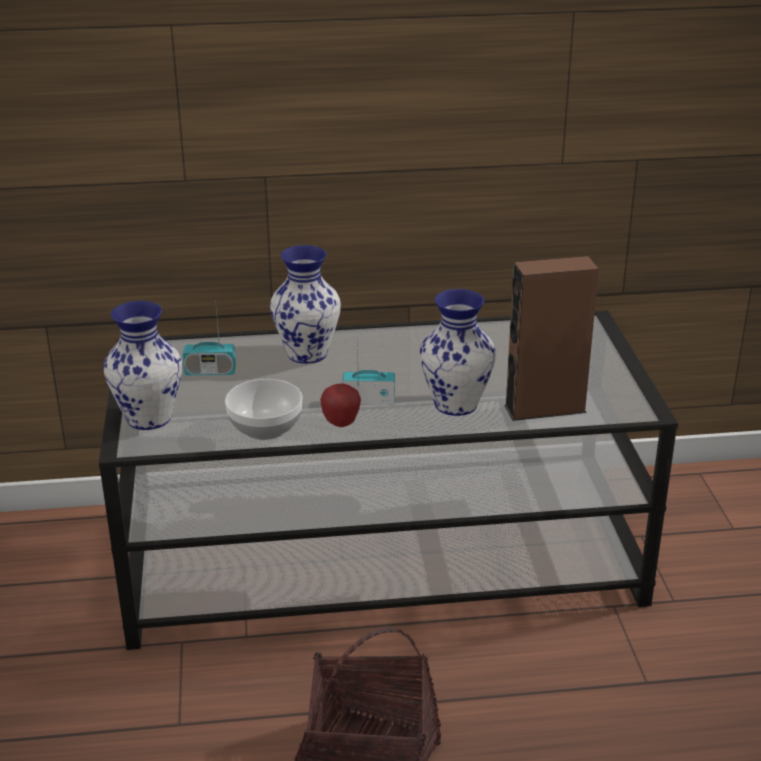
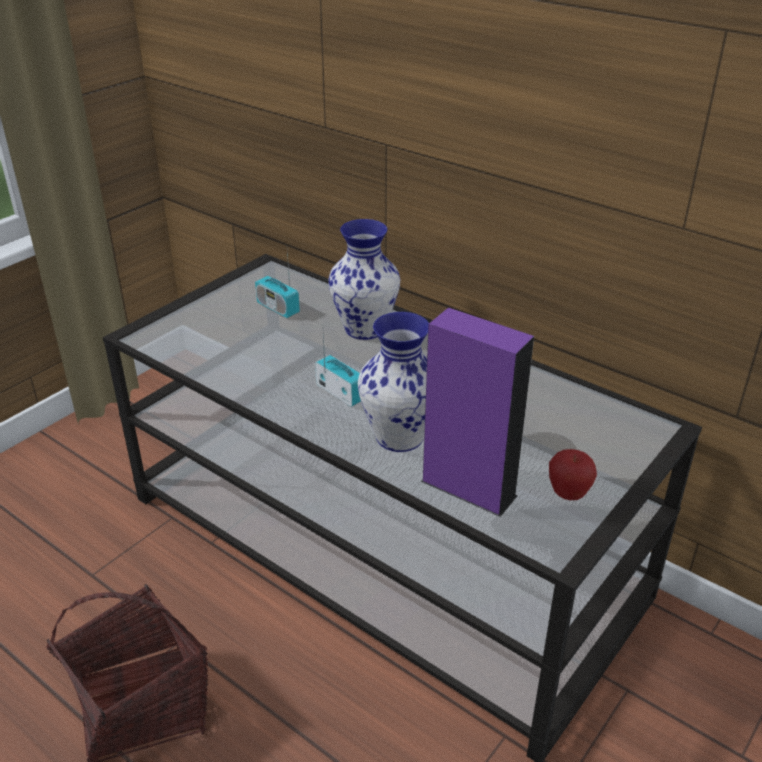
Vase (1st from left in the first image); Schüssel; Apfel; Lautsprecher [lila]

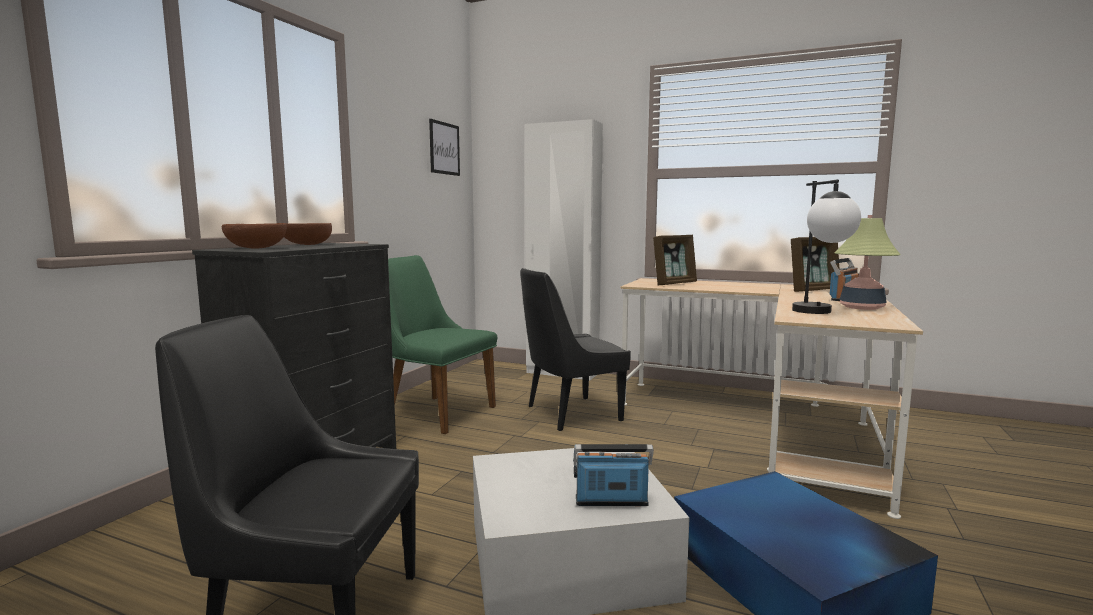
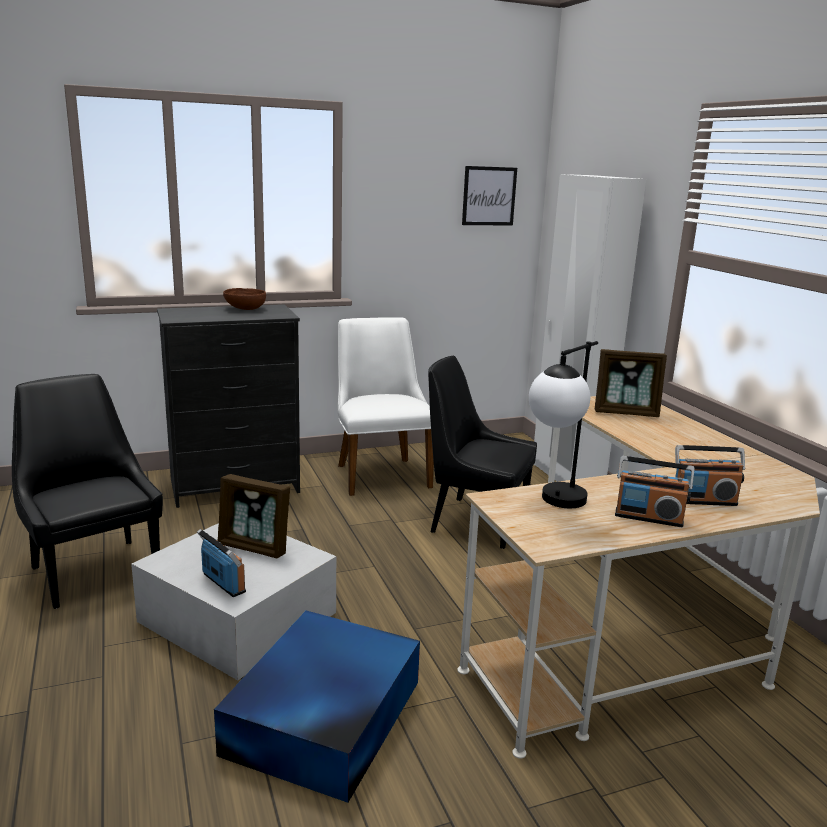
Schüssel [braun] (1st from left in the first image); Stuhl [weiß]; Bilderrahmen (1st from left); Radio (2nd from left)

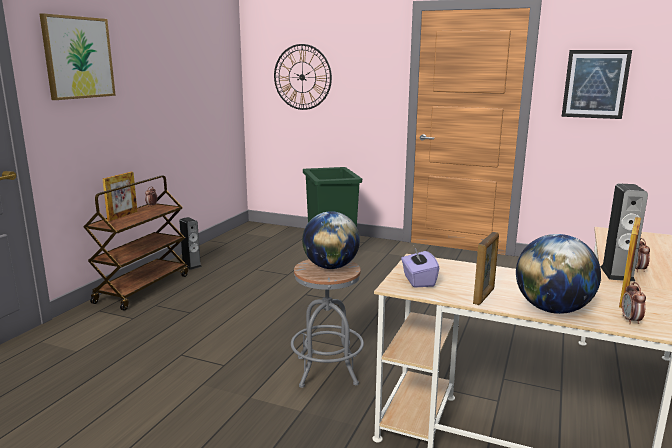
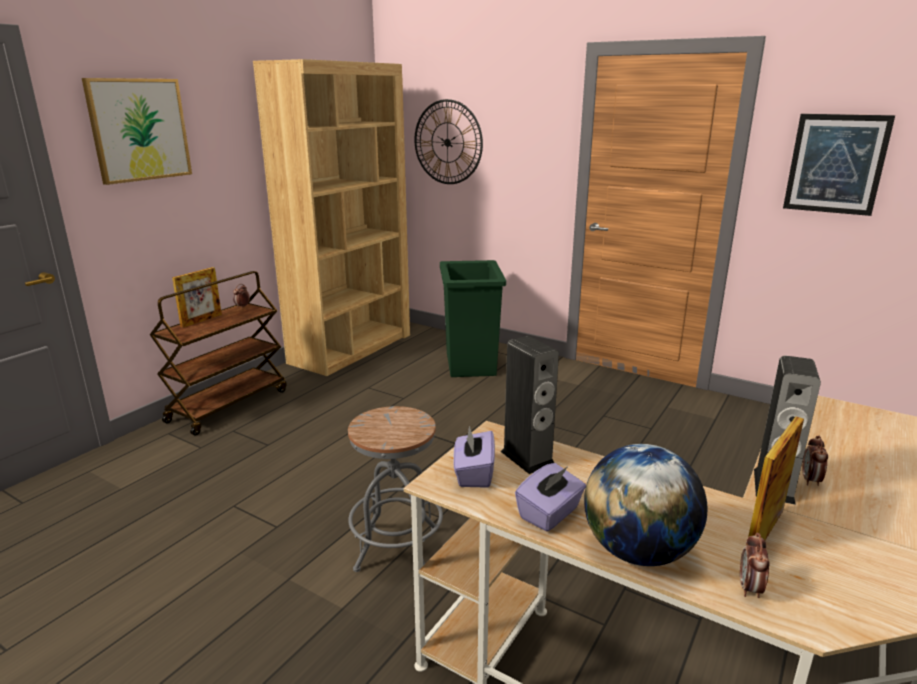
Lautsprecher (1st from left); Globus (1st from left in the first image); Taschentuchbox [lila] (2nd from left); Bücherregal [braun]

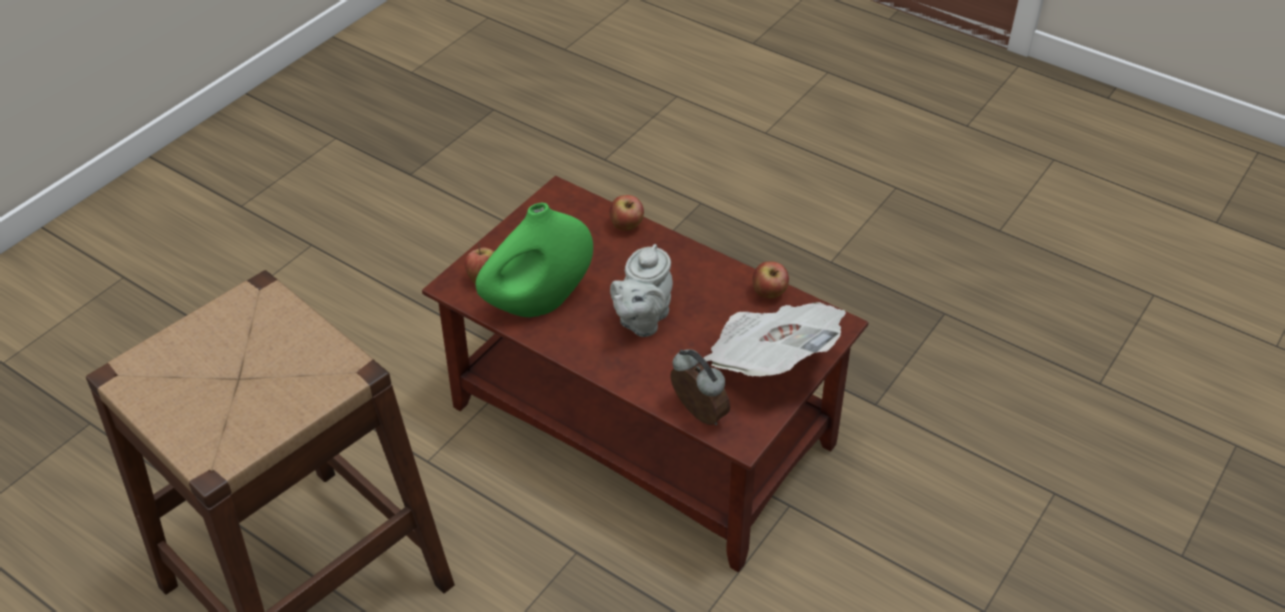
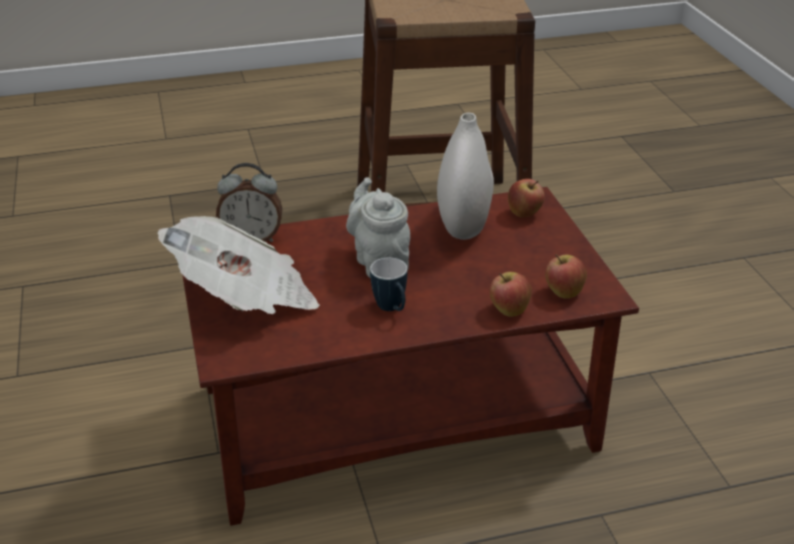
Vase [weiß]; Apfel (3rd from left); Henkelbecher

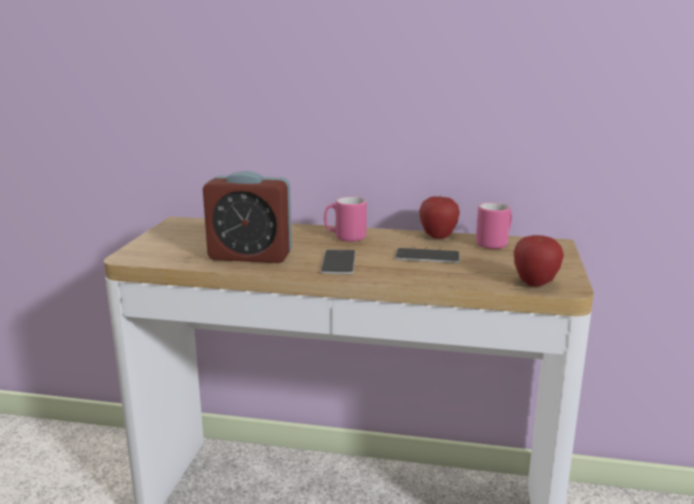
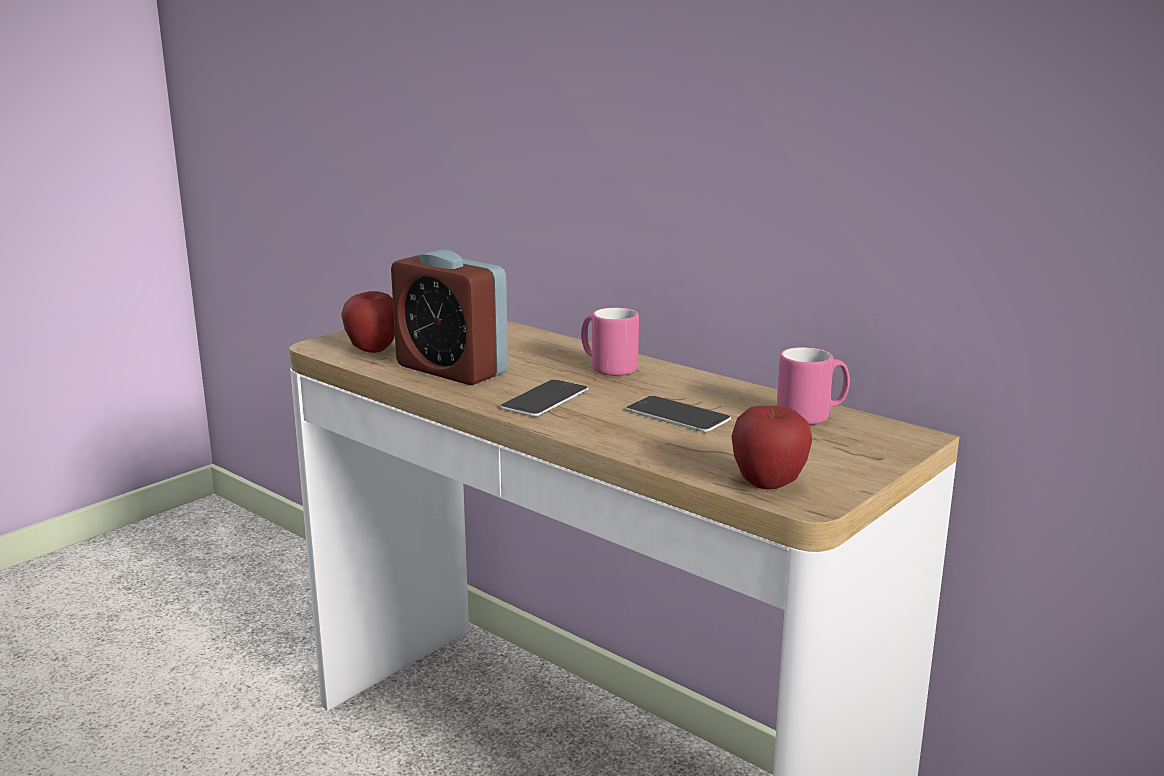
Apfel (1st from left)

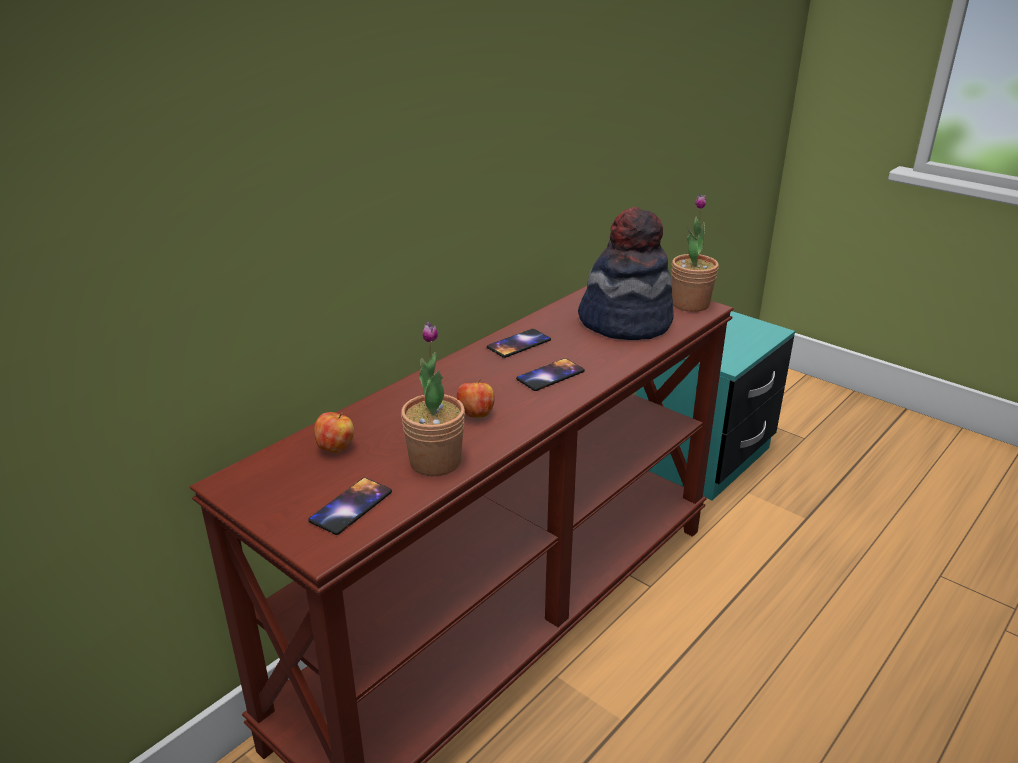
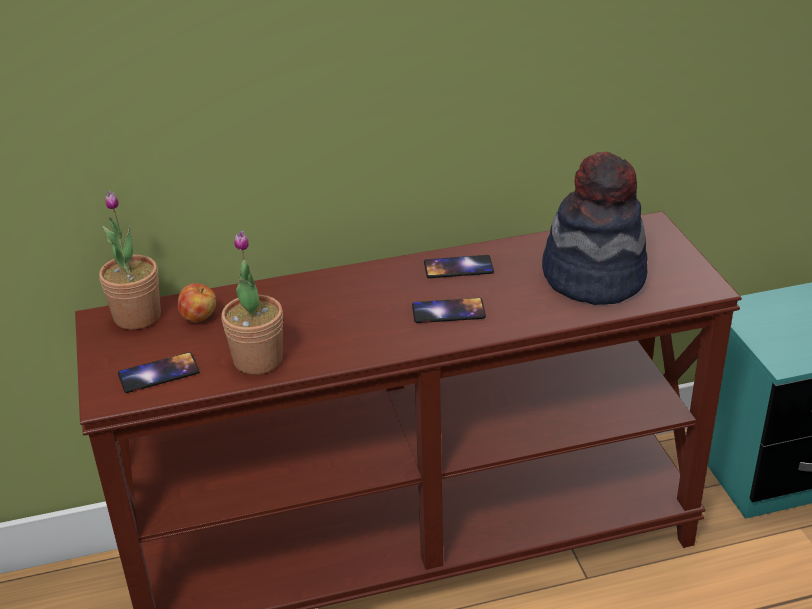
Apfel (2nd from left in the first image); Topfpflanze (1st from left)

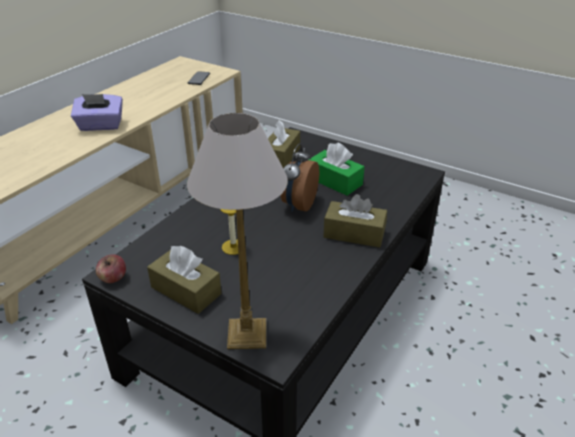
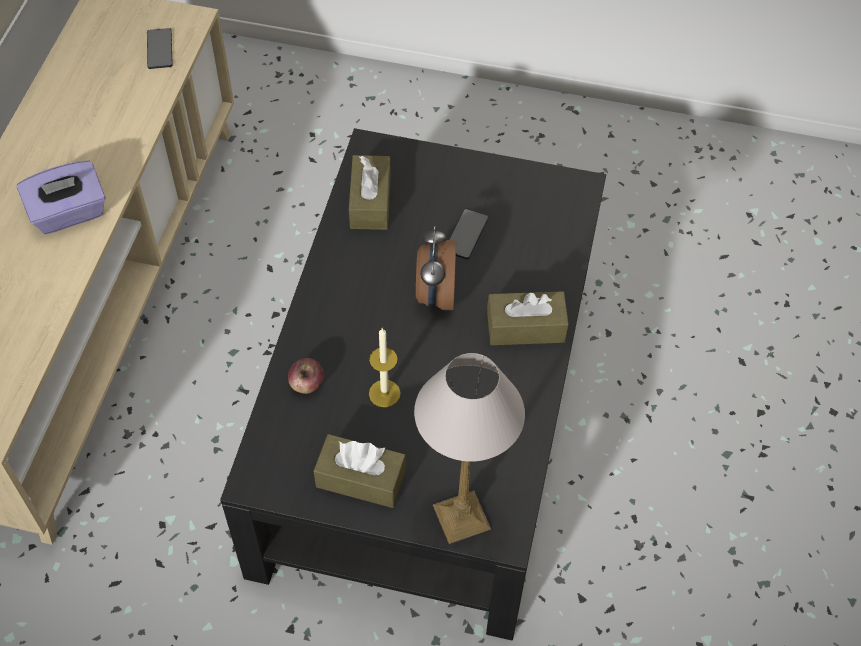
Apfel; Handy (2nd from left)

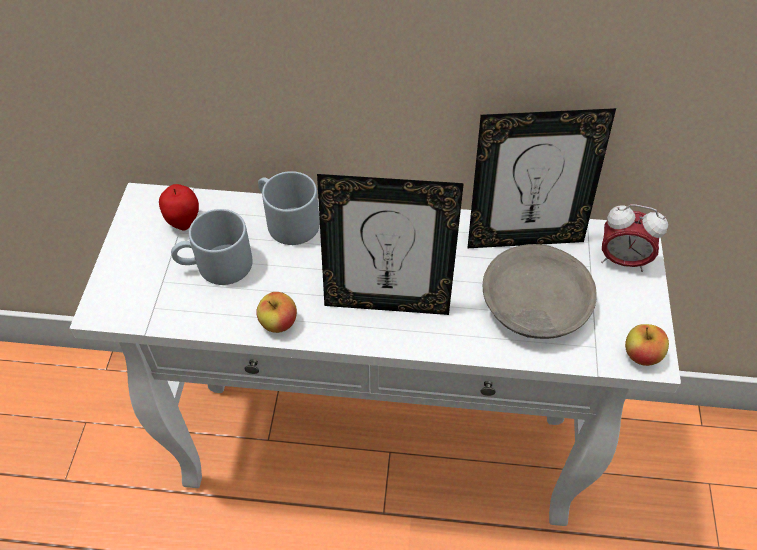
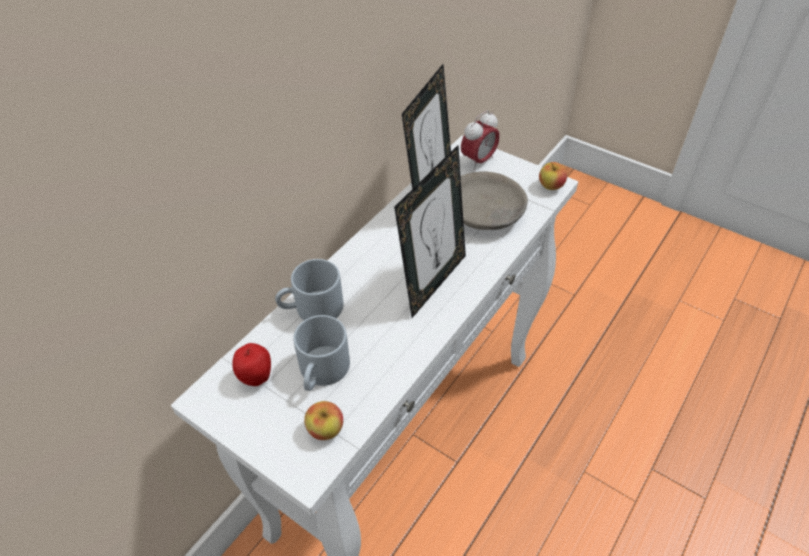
Apfel (2nd from left)

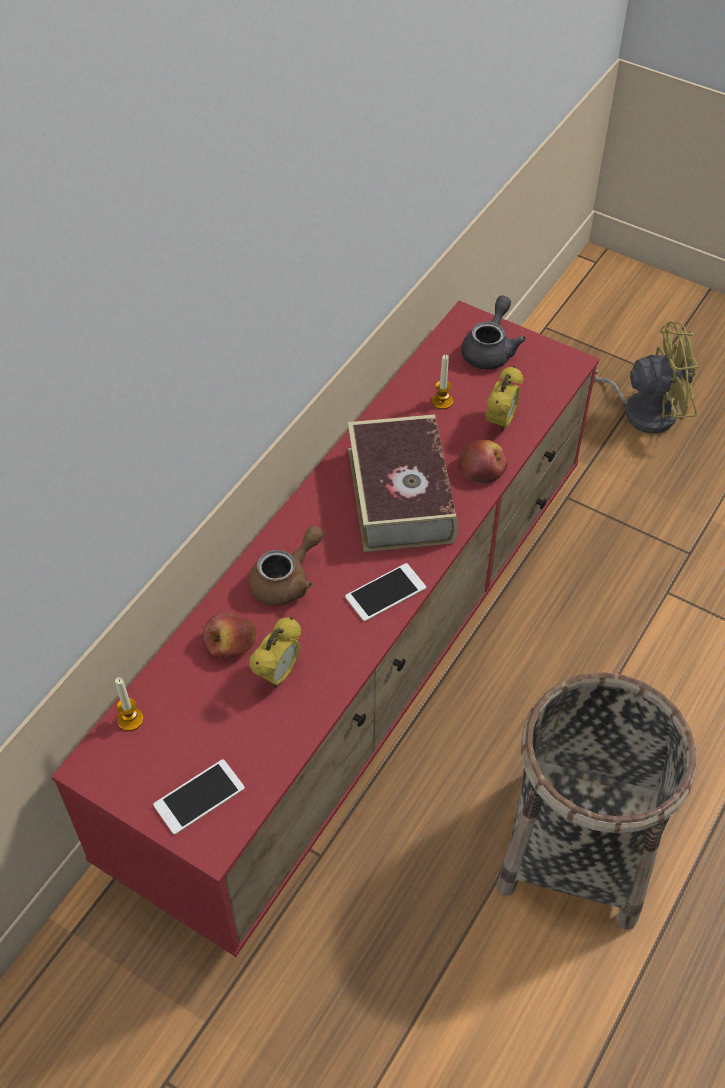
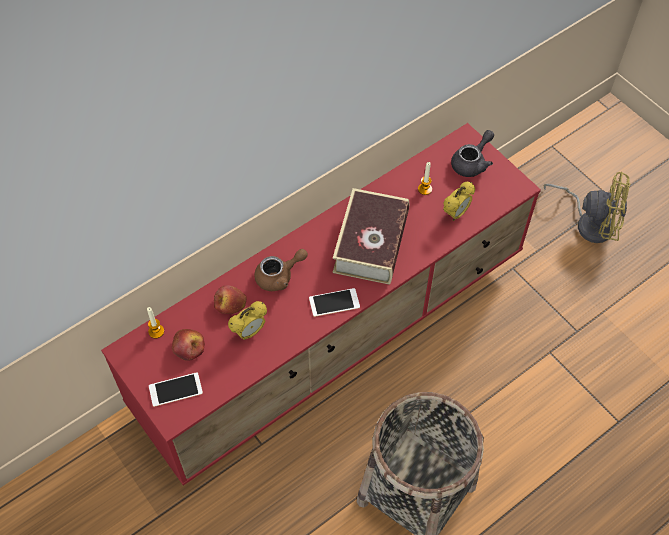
Apfel (1st from left)

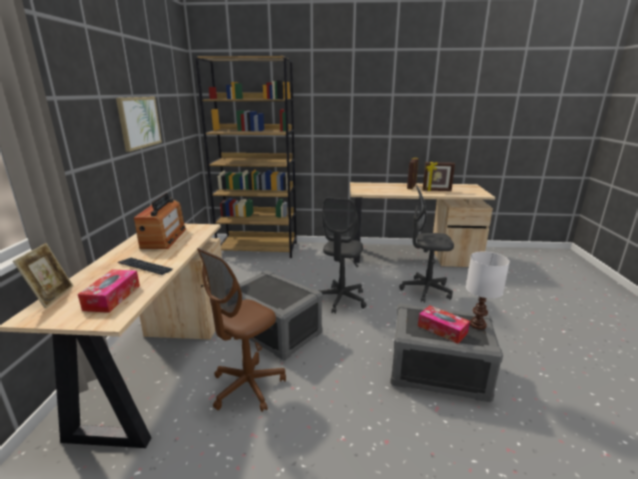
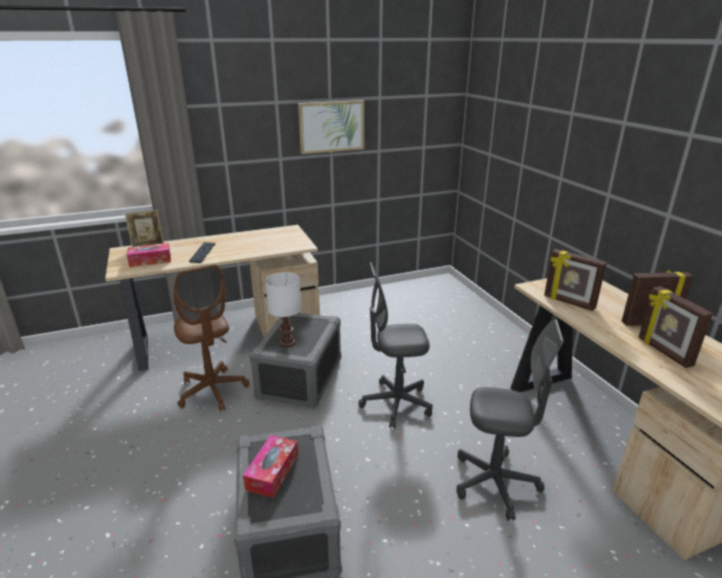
Radio; Bücherregal [braun]; Bürostuhl [braun]; Bürostuhl [grau] (2nd from left); Tischlampe [weiß]; Bilderrahmen (2nd from left)

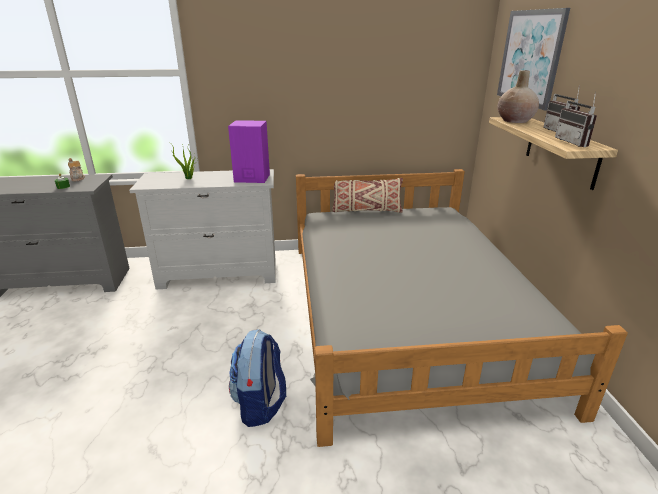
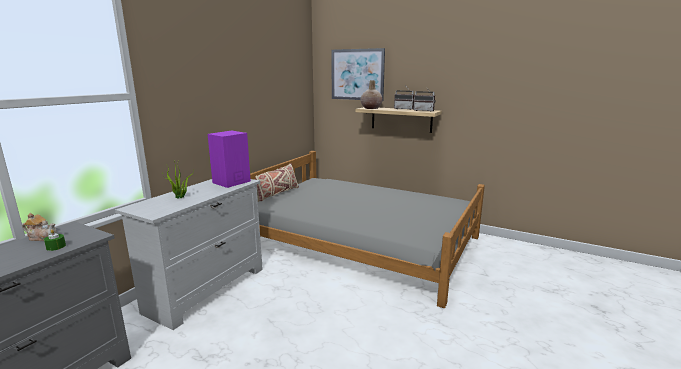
Rucksack

